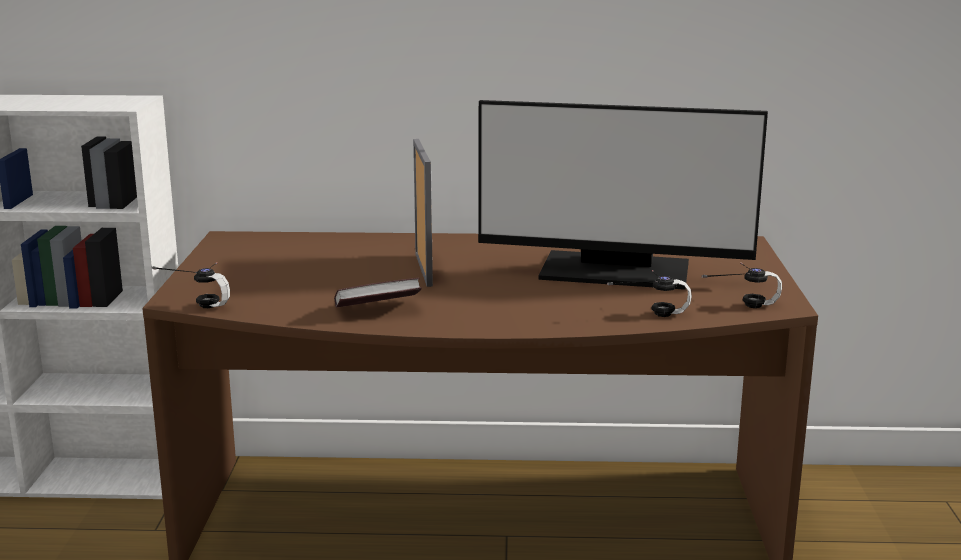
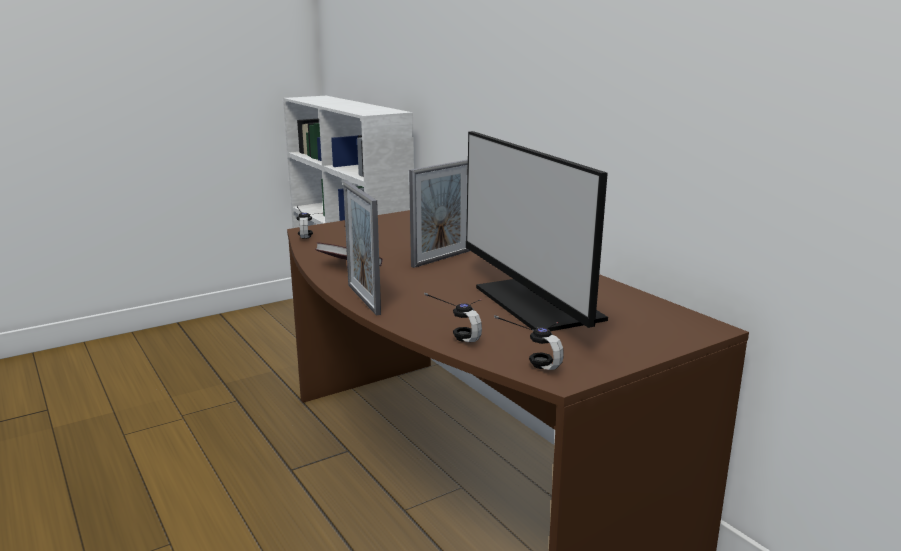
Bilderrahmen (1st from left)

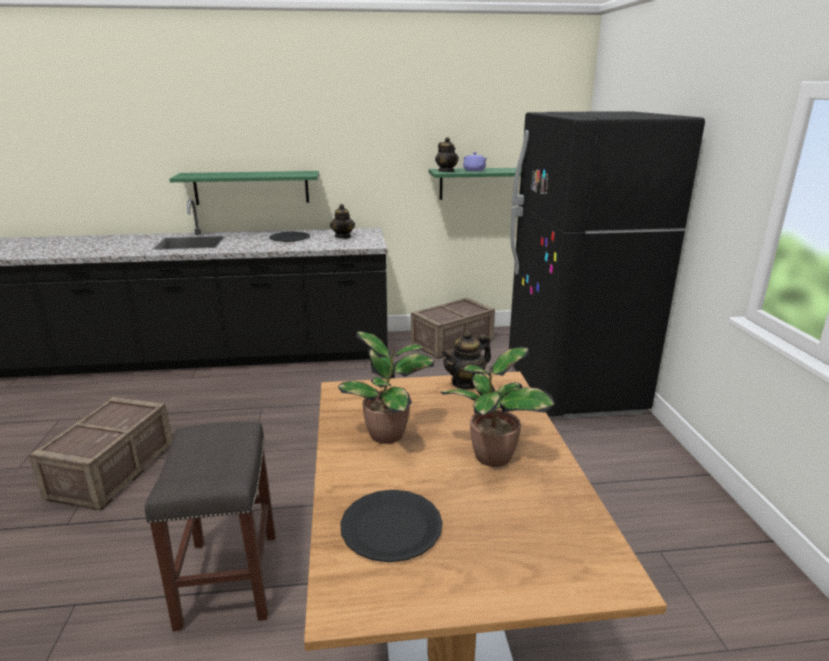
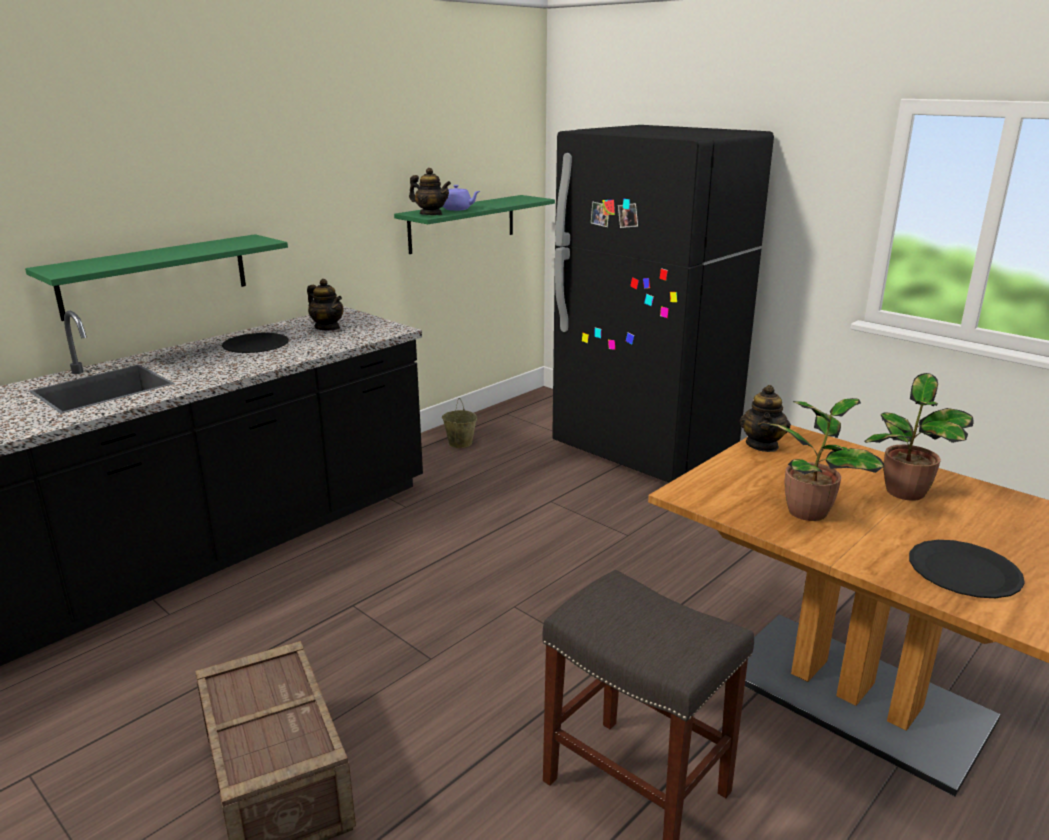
Eimer [beige]

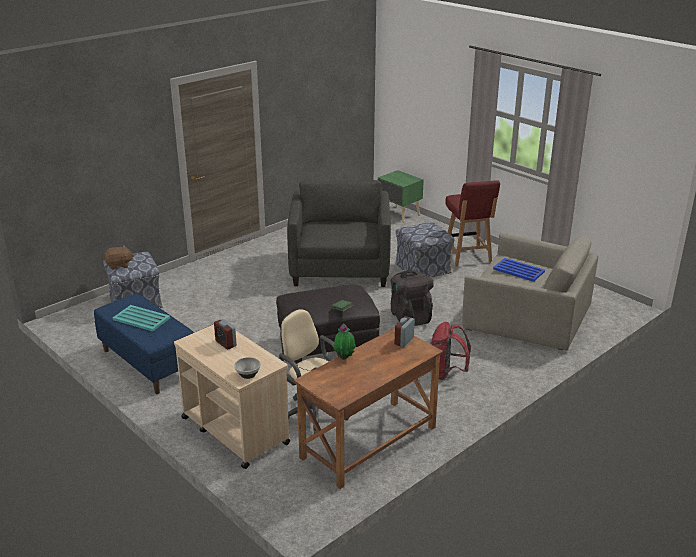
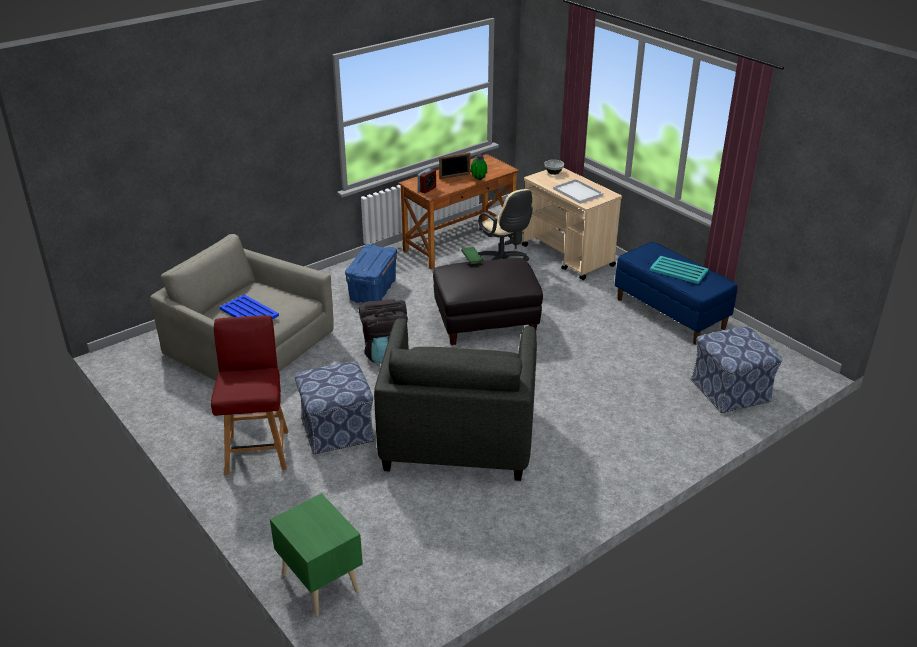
Plüschtier [braun]; Tablett [weiß]; Aufbewahrungsbox [blau]; Bilderrahmen

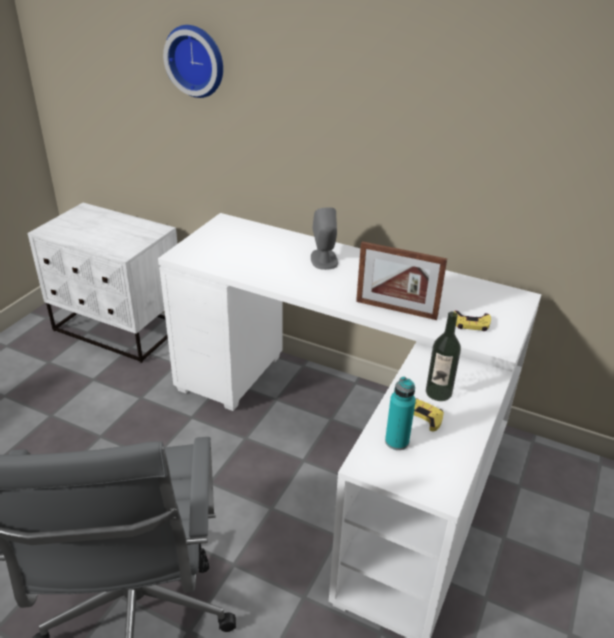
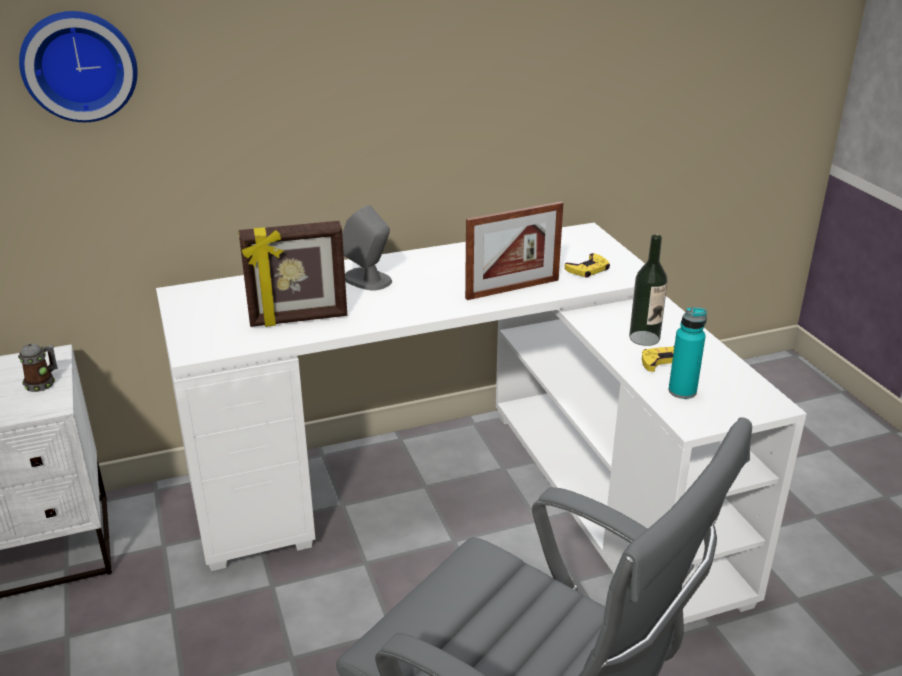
Henkelbecher; Bilderrahmen (1st from left)

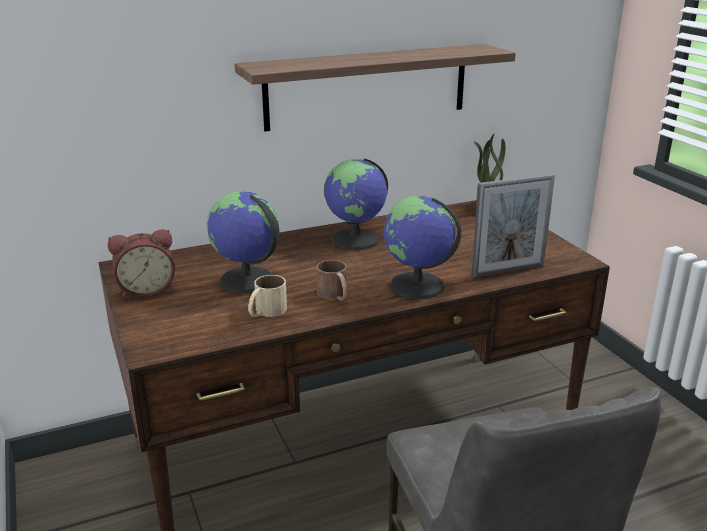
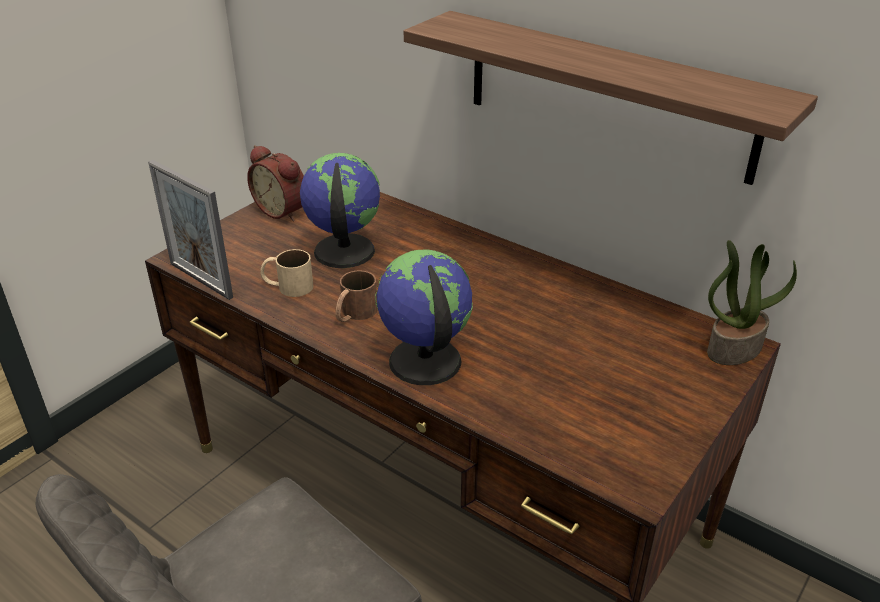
Globus (2nd from left in the first image); Bilderrahmen

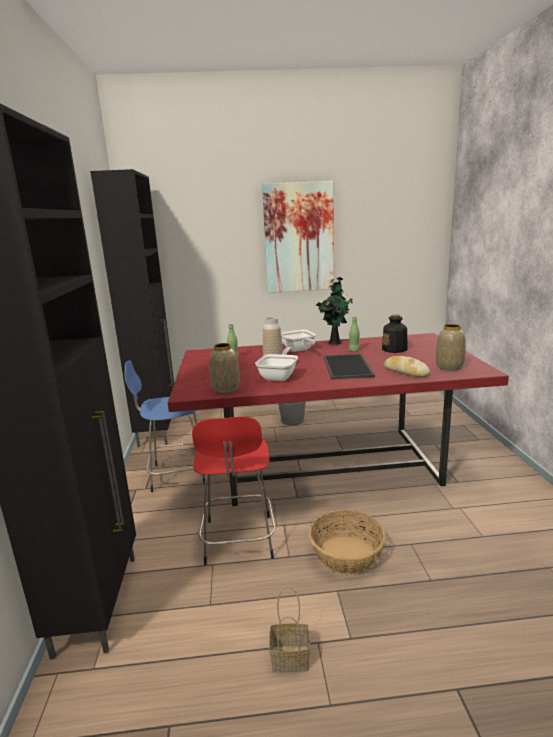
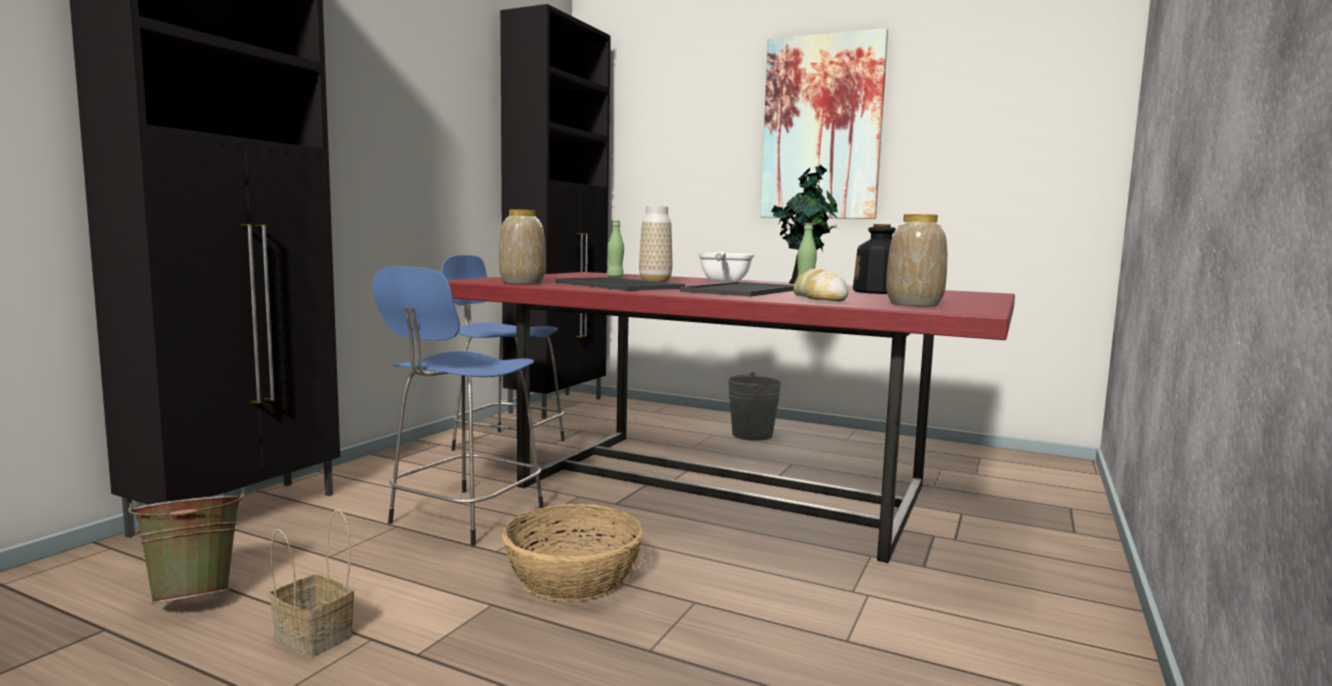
Hocker [blau] (1st from left); Tablett (1st from left); Eimer [grün]

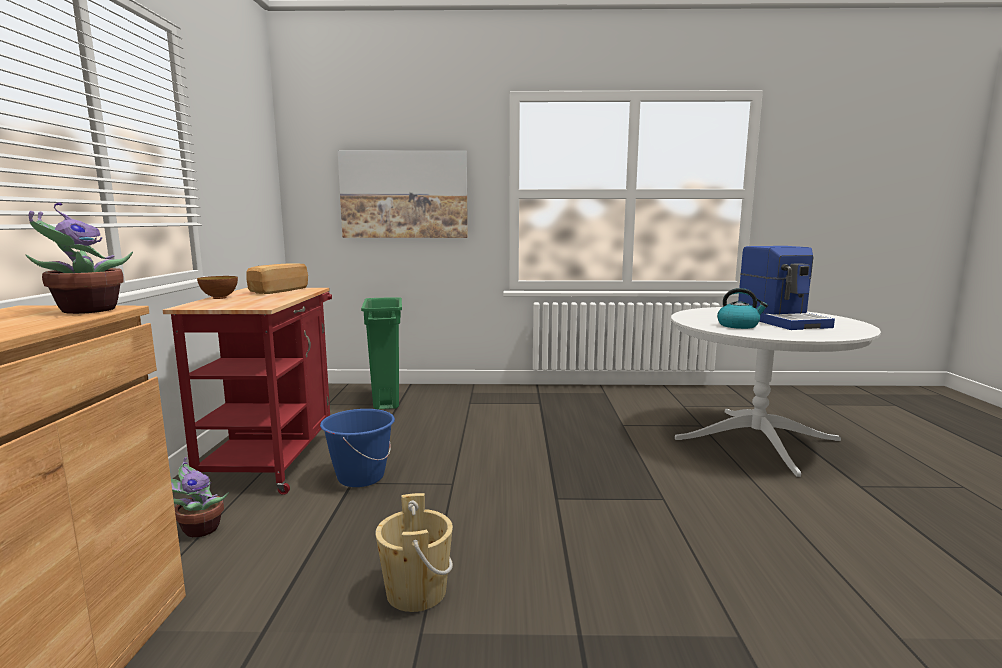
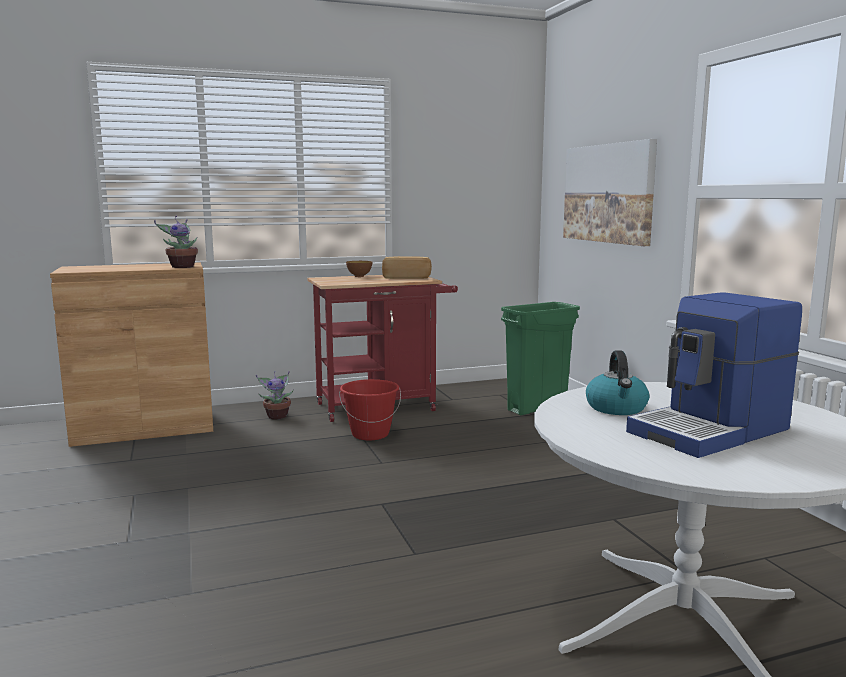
Eimer [rot]; Eimer [beige]

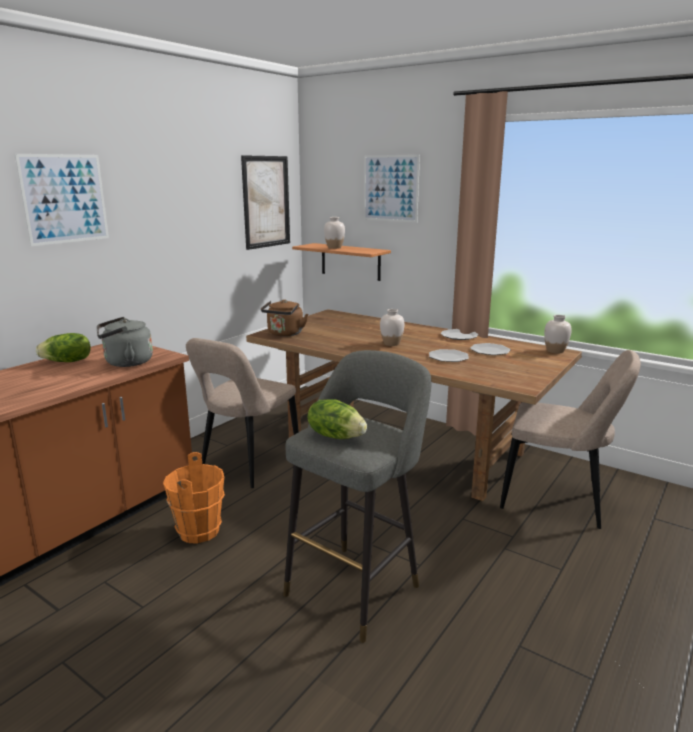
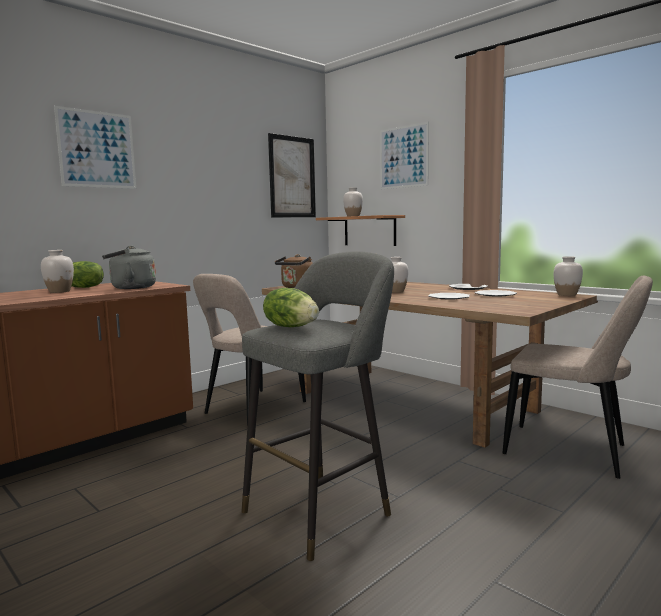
Eimer [orange]; Vase [weiß] (1st from left)

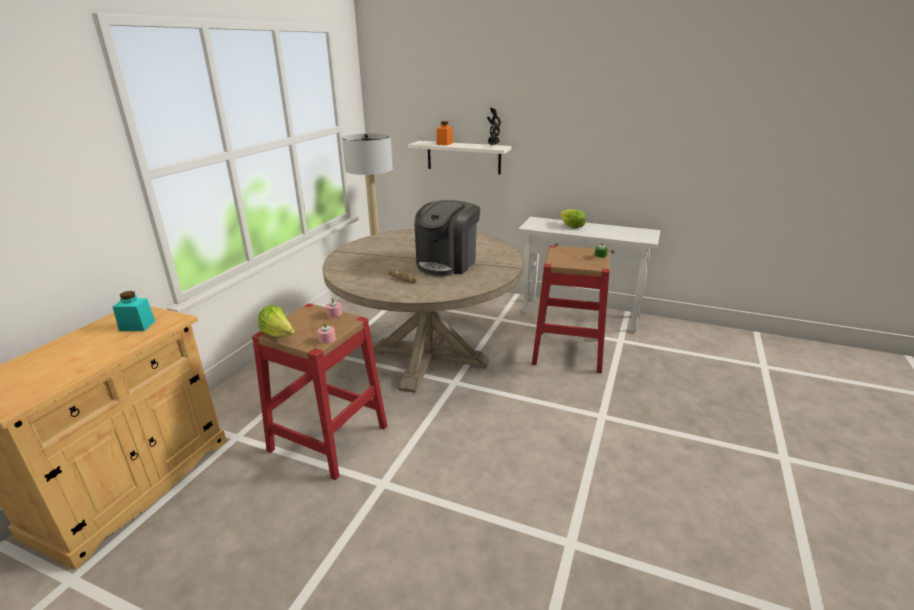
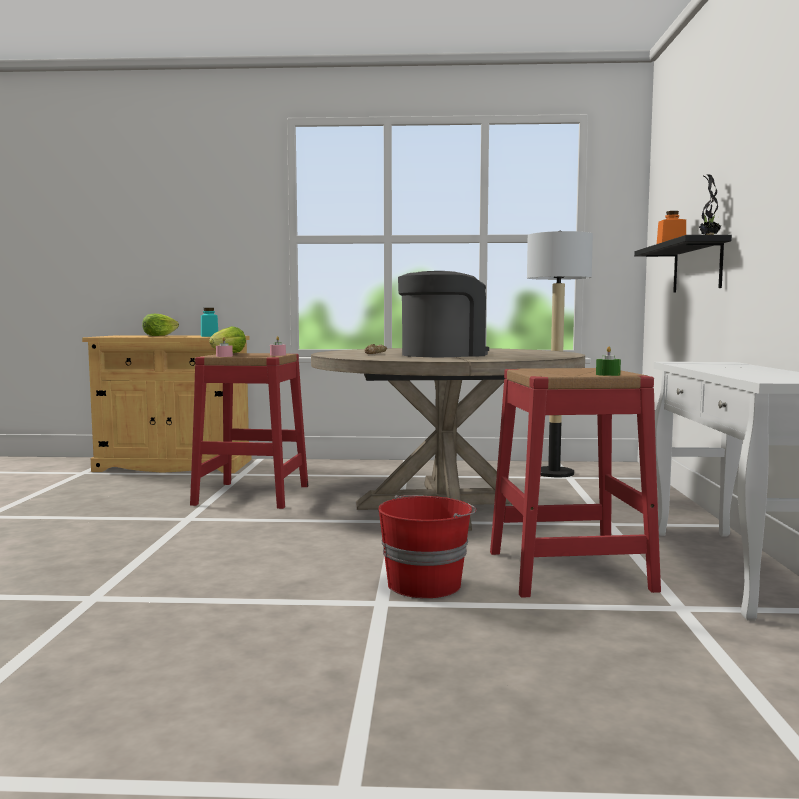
Wandregal [schwarz]; Kaffeemaschine; Salatkopf (1st from left); Eimer [rot]

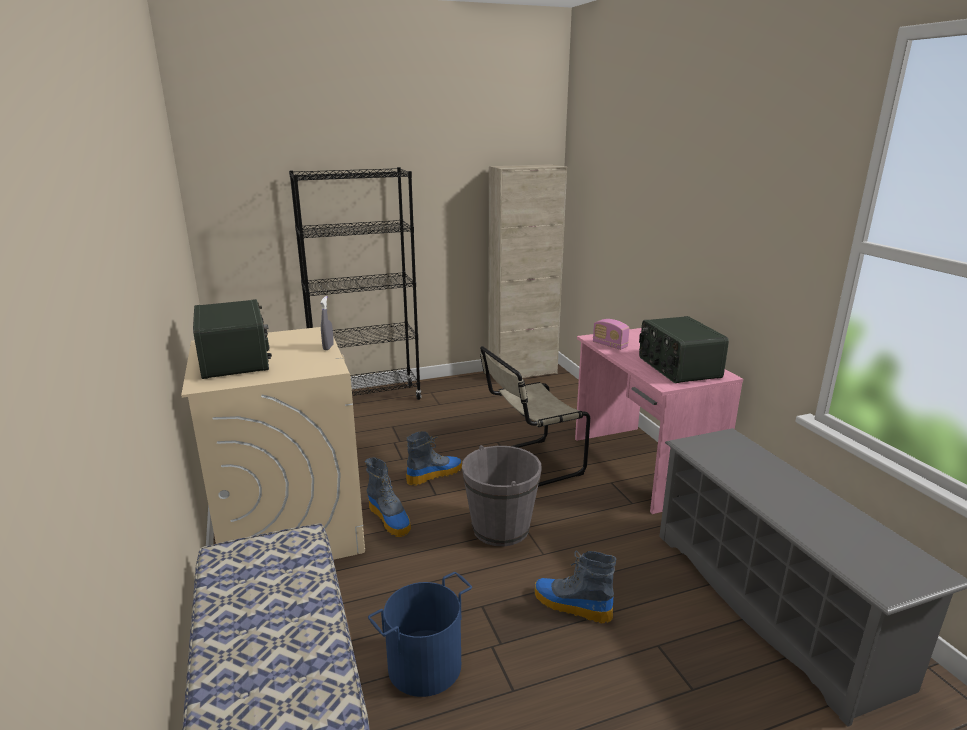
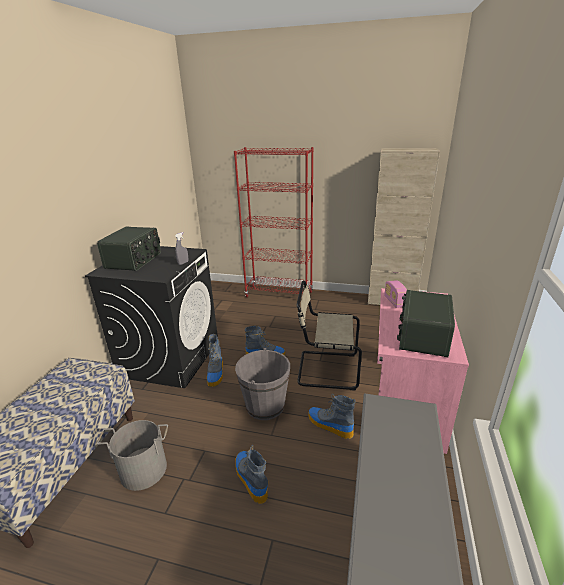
Waschmaschine [schwarz]; Bücherregal [rot]; Eimer [grau] (1st from left); Stiefel (4th from left)

